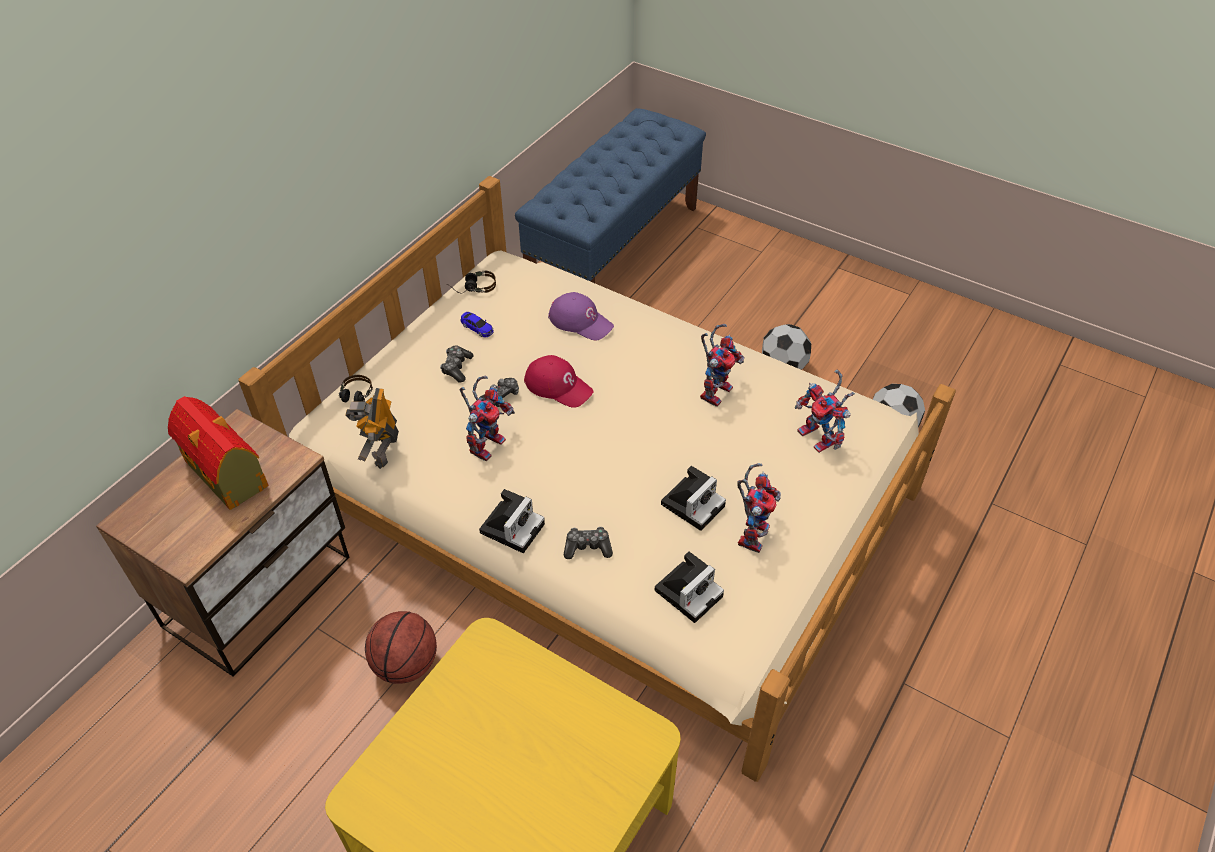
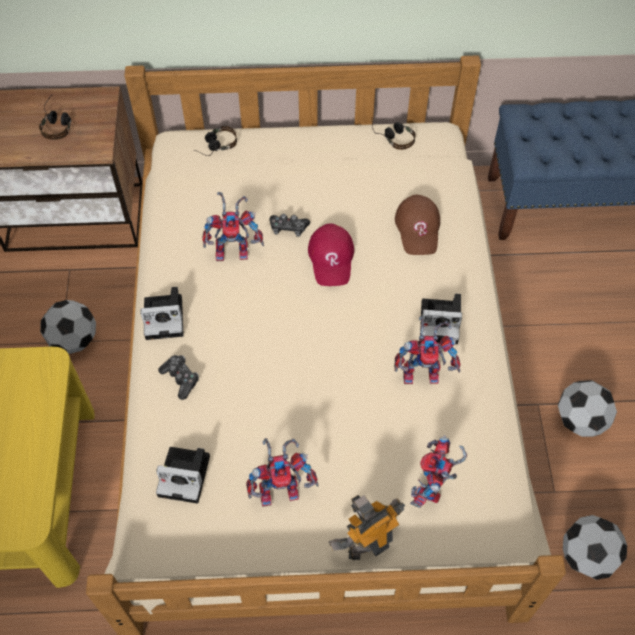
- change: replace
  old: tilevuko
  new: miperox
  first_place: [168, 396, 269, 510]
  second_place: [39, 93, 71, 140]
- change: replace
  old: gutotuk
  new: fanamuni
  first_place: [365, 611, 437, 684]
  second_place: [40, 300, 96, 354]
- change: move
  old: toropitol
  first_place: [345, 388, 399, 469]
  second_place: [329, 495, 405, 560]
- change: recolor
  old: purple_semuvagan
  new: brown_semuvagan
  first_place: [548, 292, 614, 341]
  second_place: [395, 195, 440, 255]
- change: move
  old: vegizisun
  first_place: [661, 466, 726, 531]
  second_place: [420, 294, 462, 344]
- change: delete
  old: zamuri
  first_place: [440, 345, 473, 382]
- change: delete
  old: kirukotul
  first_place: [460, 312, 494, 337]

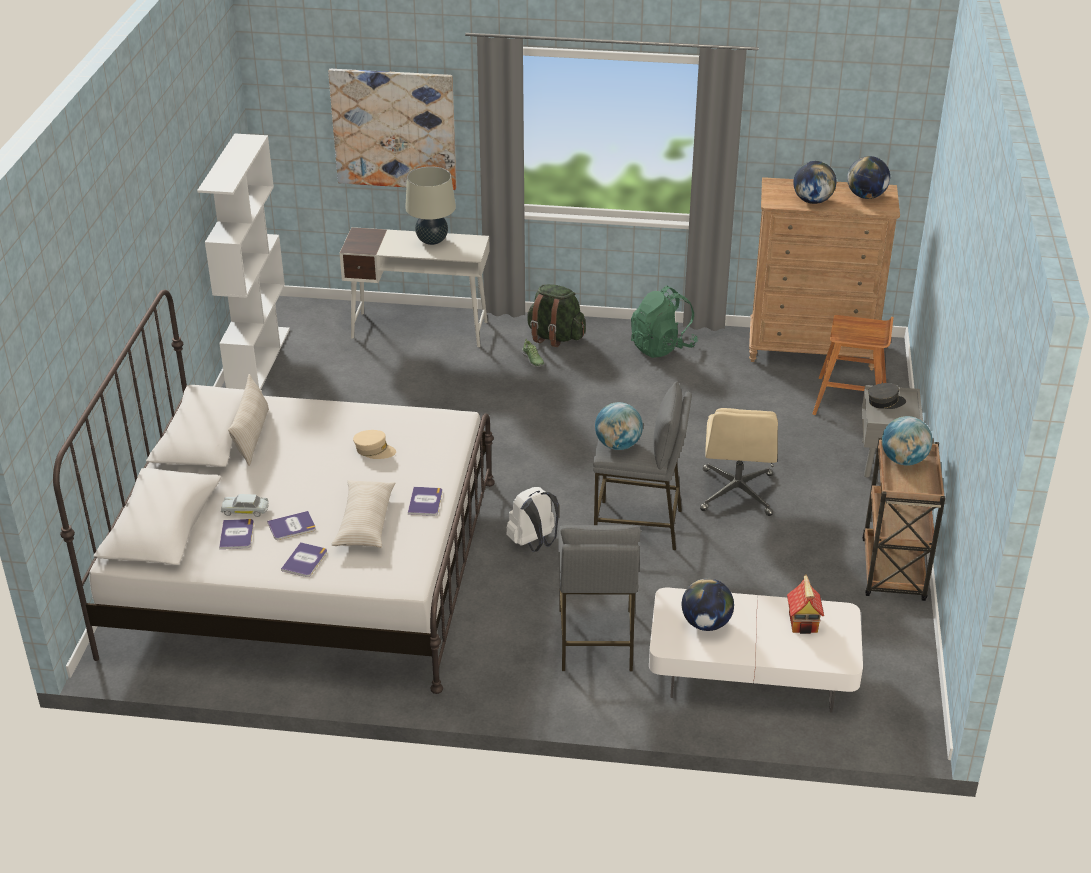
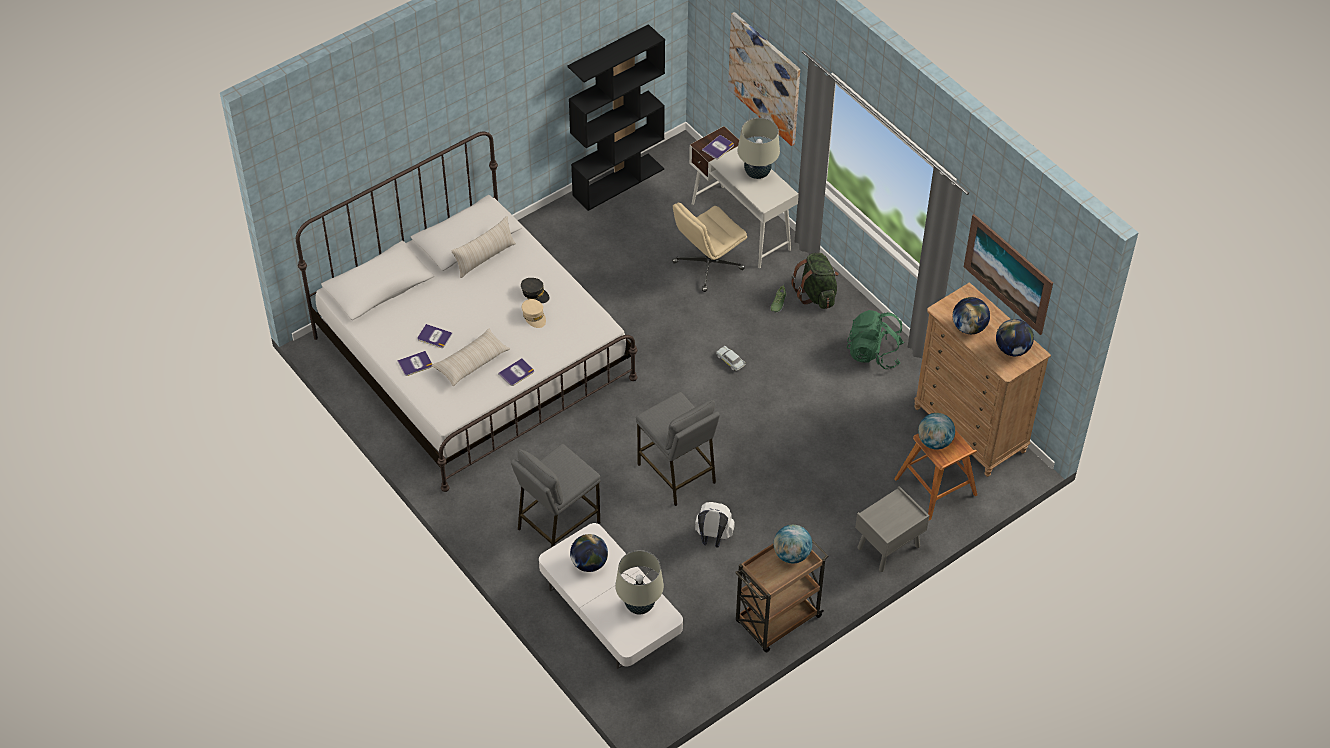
- change: move
  old: grey_semuvagan
  first_place: [868, 383, 906, 409]
  second_place: [521, 278, 550, 303]
- change: recolor
  old: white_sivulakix
  new: black_sivulakix
  first_place: [197, 134, 290, 390]
  second_place: [567, 24, 665, 211]
- change: replace
  old: tilevuko
  new: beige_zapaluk
  first_place: [787, 574, 824, 634]
  second_place: [615, 550, 664, 614]
- change: move
  old: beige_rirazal
  first_place: [700, 408, 778, 516]
  second_place: [672, 202, 747, 292]
- change: move
  old: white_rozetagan
  first_place: [506, 487, 559, 552]
  second_place: [695, 502, 735, 548]
- change: move
  old: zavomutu
  first_place: [219, 519, 254, 549]
  second_place: [702, 135, 734, 159]
- change: move
  old: white_kirukotul
  first_place: [221, 494, 269, 517]
  second_place: [716, 346, 745, 371]
- change: move
  old: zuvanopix
  first_place: [595, 402, 643, 450]
  second_place: [918, 413, 955, 449]
- change: insert
  new: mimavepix
  second_place: [964, 214, 1053, 335]

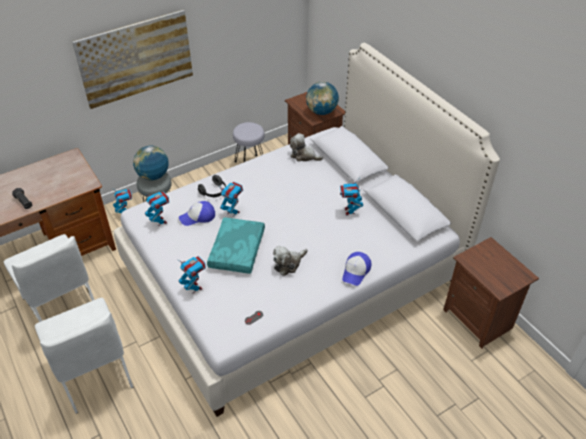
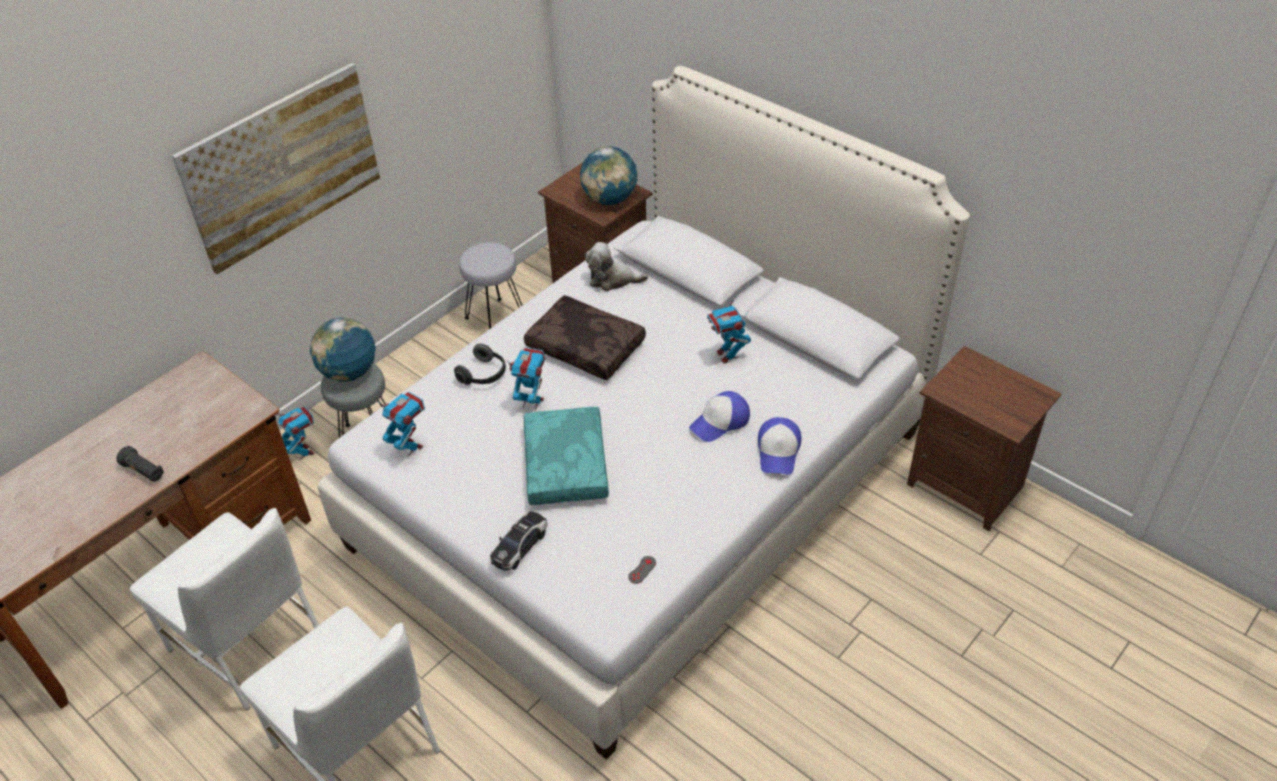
- change: replace
  old: toropitol
  new: kirukotul
  first_place: [177, 256, 206, 293]
  second_place: [490, 511, 547, 571]
- change: insert
  new: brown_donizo
  second_place: [524, 295, 646, 380]
- change: move
  old: semuvagan
  first_place: [179, 201, 215, 226]
  second_place: [689, 391, 750, 442]
- change: delete
  old: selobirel
  first_place: [273, 246, 308, 276]

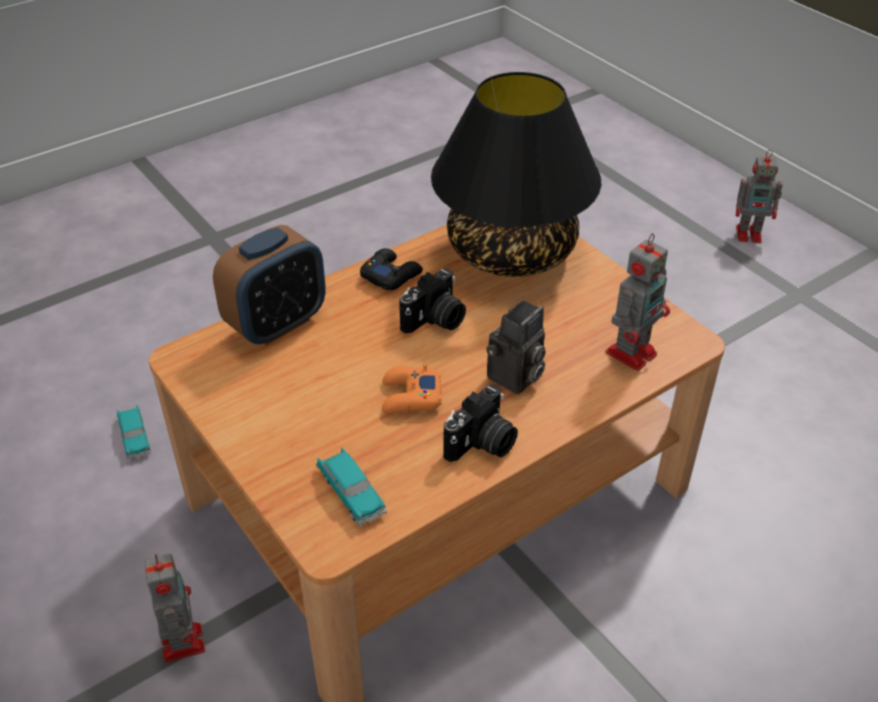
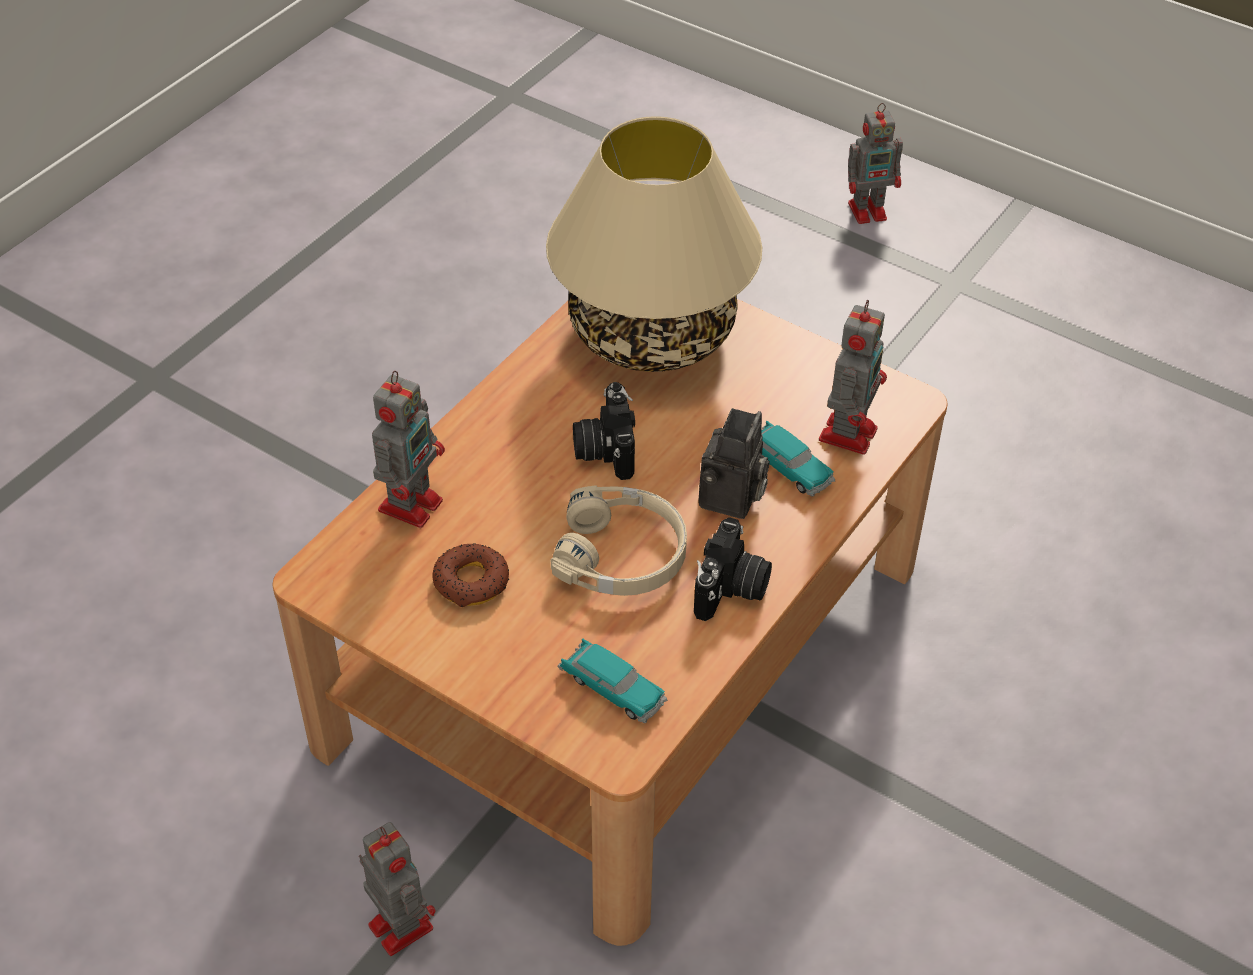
- change: replace
  old: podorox
  new: toropitol
  first_place: [213, 225, 326, 346]
  second_place: [372, 371, 445, 528]
- change: insert
  new: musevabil
  second_place: [432, 543, 509, 607]
- change: recolor
  old: black_zapaluk
  new: beige_zapaluk
  first_place: [431, 72, 601, 277]
  second_place: [546, 116, 762, 372]
- change: replace
  old: orange_zamuri
  new: beige_miperox
  first_place: [382, 363, 442, 414]
  second_place: [551, 485, 687, 596]
- change: rotate
  old: vegizisun
  first_place: [399, 268, 466, 334]
  second_place: [573, 382, 635, 480]
  degrees: 150
- change: move
  old: kirukotul
  first_place: [117, 404, 151, 460]
  second_place: [761, 421, 835, 497]
- change: delete
  old: black_zamuri
  first_place: [360, 248, 423, 290]

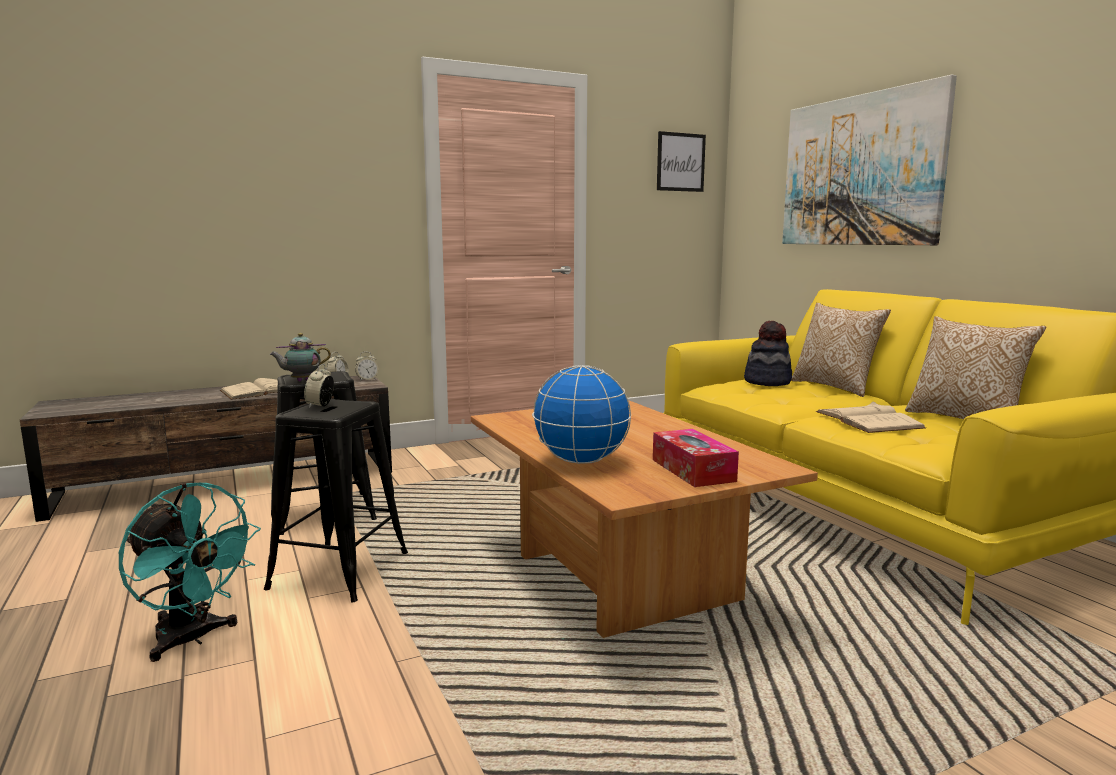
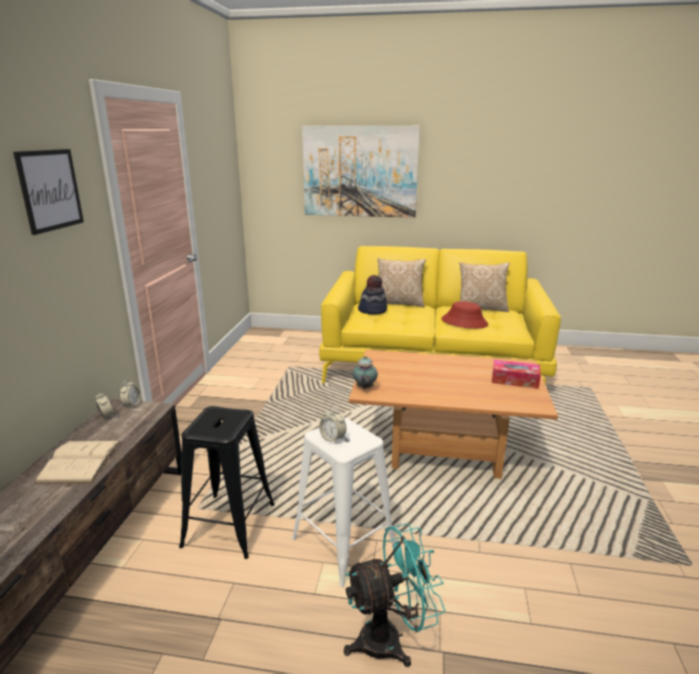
- change: move
  old: mimavepix
  first_place: [657, 131, 706, 192]
  second_place: [13, 149, 84, 235]
- change: recolor
  old: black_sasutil
  new: white_sasutil
  first_place: [264, 399, 408, 603]
  second_place: [292, 418, 395, 587]
- change: move
  old: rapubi
  first_place: [269, 333, 331, 381]
  second_place: [353, 356, 378, 389]
- change: replace
  old: beige_zavomutu
  new: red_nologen
  first_place: [816, 401, 926, 433]
  second_place: [442, 301, 488, 329]
- change: delete
  old: zuvanopix
  first_place: [532, 365, 631, 464]

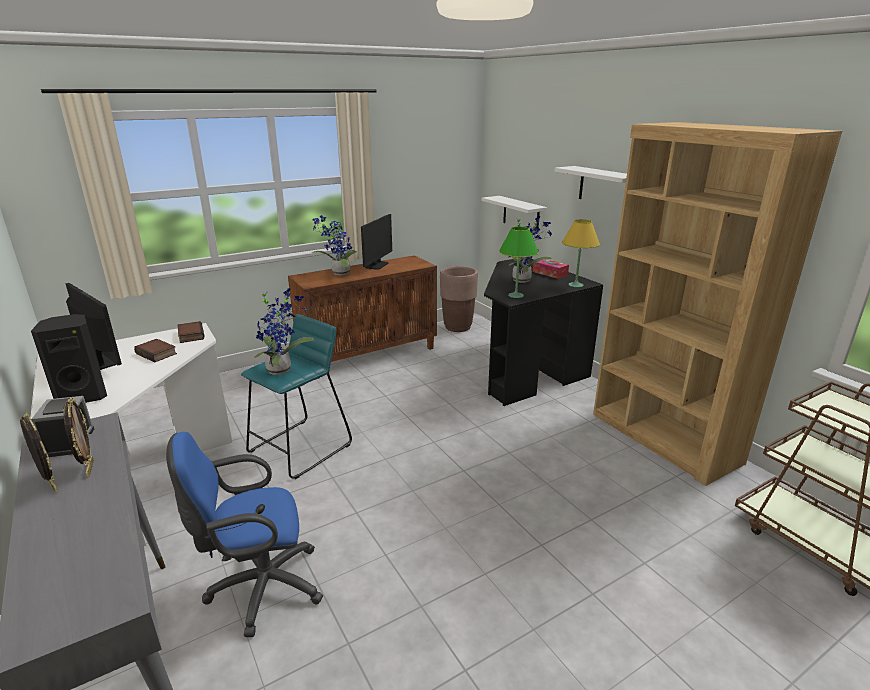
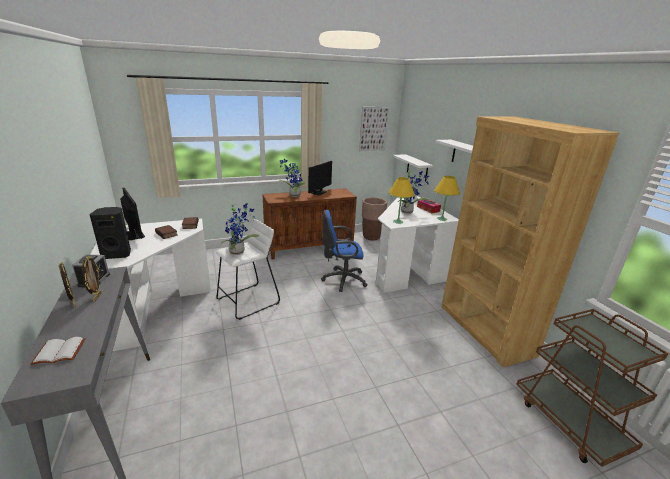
- change: insert
  new: white_zavomutu
  second_place: [30, 337, 86, 365]
- change: recolor
  old: turquoise_sasutil
  new: white_sasutil
  first_place: [241, 314, 352, 479]
  second_place: [216, 219, 280, 320]
- change: move
  old: blue_rirazal
  first_place: [166, 432, 323, 637]
  second_place: [321, 210, 368, 292]
- change: insert
  new: mimavepix
  second_place: [359, 107, 389, 151]
- change: recolor
  old: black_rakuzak
  new: white_rakuzak
  first_place: [484, 257, 603, 406]
  second_place: [376, 196, 459, 293]
- change: recolor
  old: green_zapaluk
  new: yellow_zapaluk
  first_place: [499, 227, 539, 298]
  second_place: [389, 177, 415, 224]

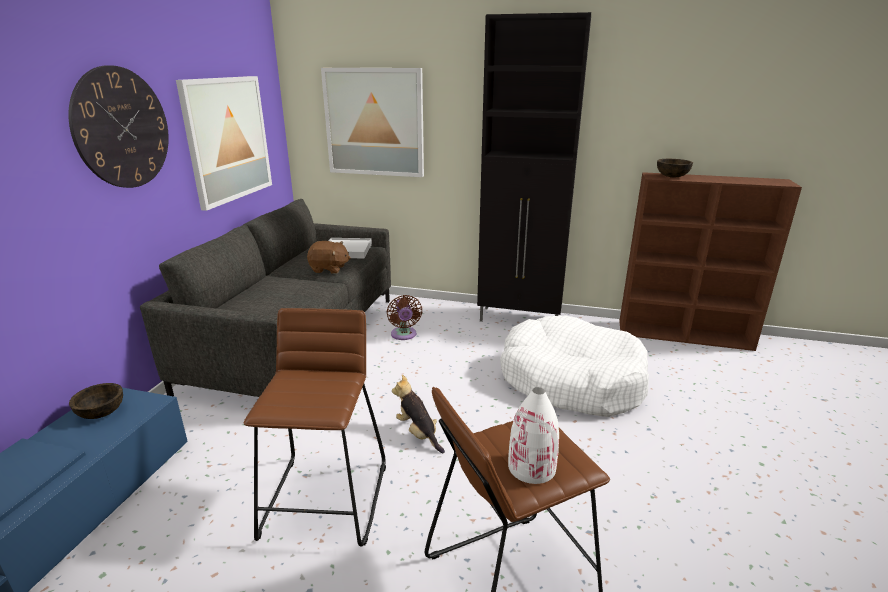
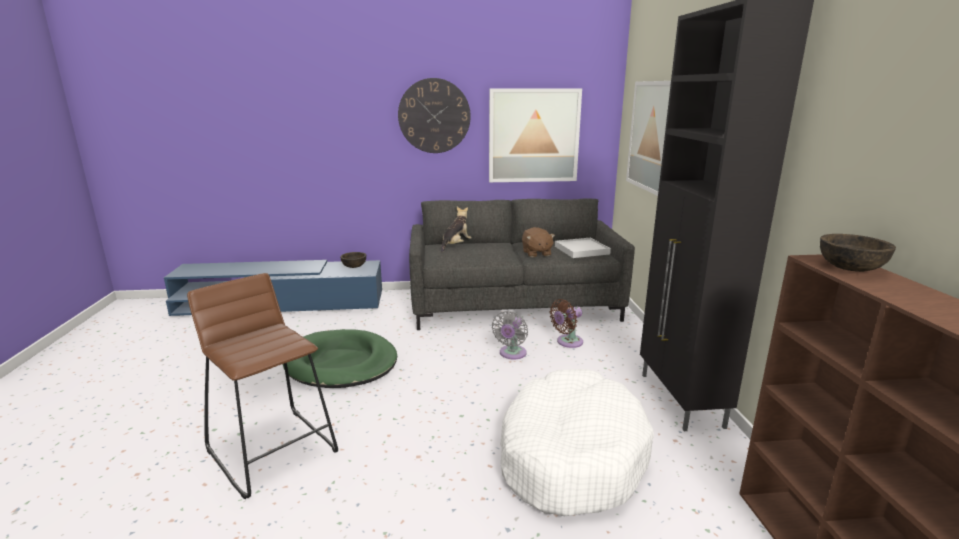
- change: replace
  old: brown_sasutil
  new: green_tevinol
  first_place: [244, 308, 386, 547]
  second_place: [283, 329, 397, 388]
- change: move
  old: selobirel
  first_place: [392, 375, 445, 453]
  second_place: [441, 207, 472, 252]
- change: insert
  new: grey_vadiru
  second_place: [492, 311, 528, 360]
- change: delete
  old: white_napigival
  first_place: [508, 387, 559, 484]

